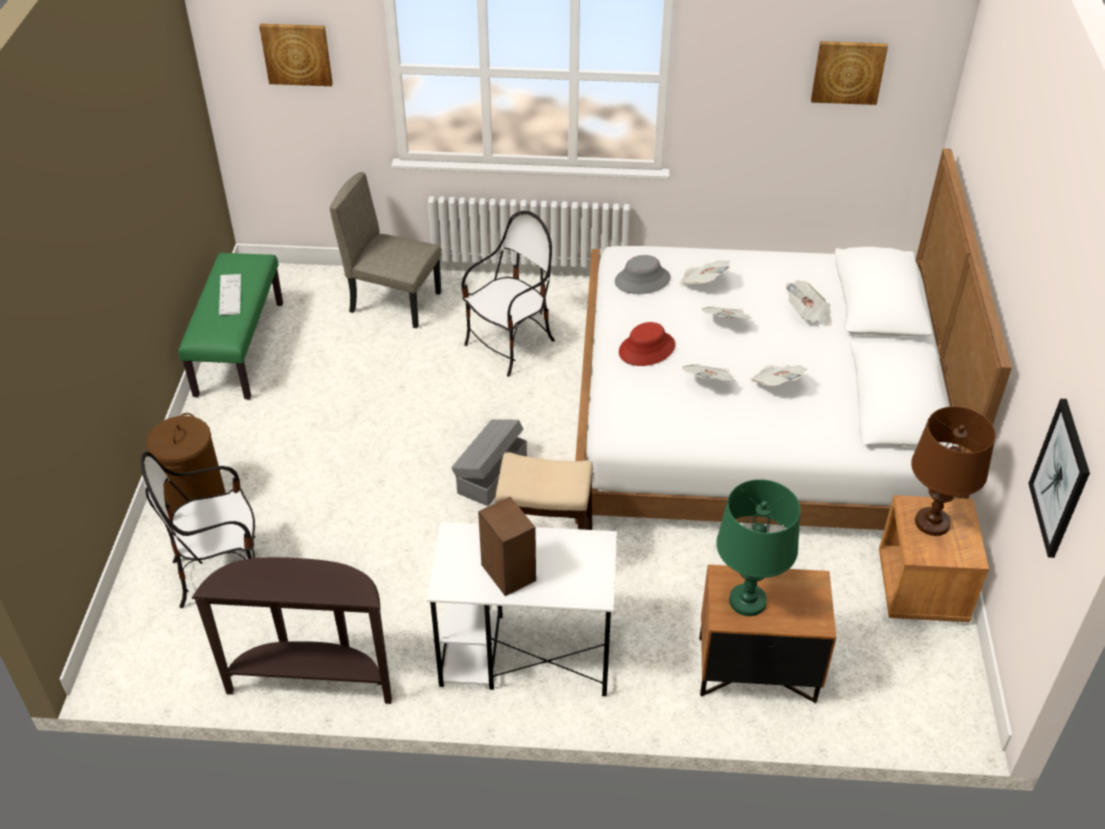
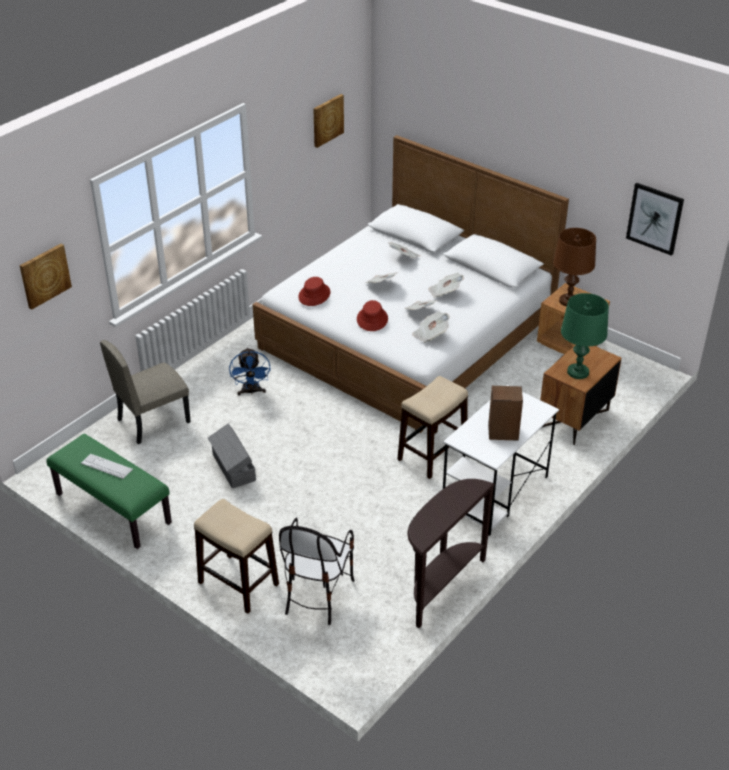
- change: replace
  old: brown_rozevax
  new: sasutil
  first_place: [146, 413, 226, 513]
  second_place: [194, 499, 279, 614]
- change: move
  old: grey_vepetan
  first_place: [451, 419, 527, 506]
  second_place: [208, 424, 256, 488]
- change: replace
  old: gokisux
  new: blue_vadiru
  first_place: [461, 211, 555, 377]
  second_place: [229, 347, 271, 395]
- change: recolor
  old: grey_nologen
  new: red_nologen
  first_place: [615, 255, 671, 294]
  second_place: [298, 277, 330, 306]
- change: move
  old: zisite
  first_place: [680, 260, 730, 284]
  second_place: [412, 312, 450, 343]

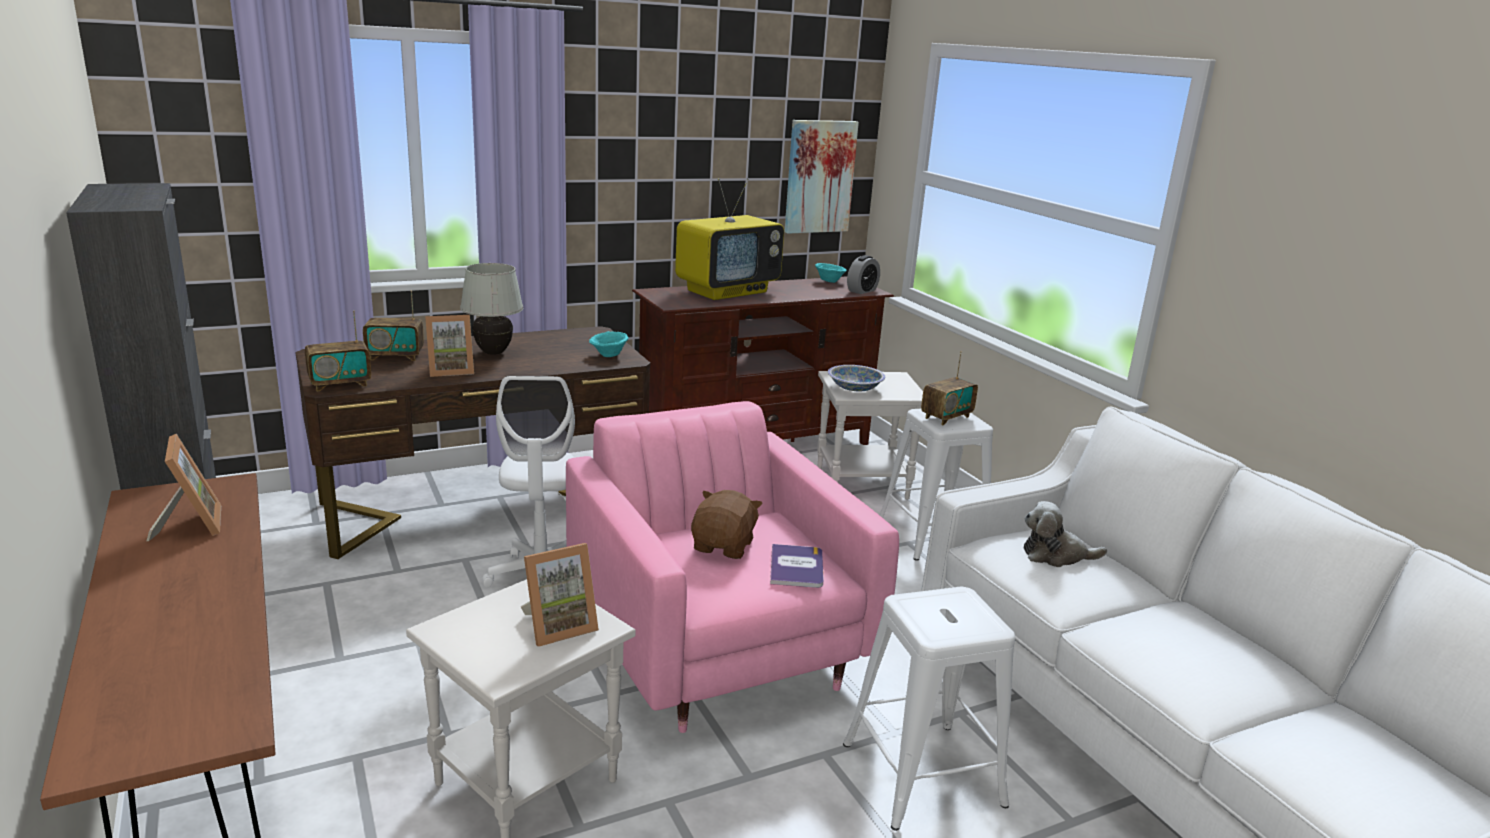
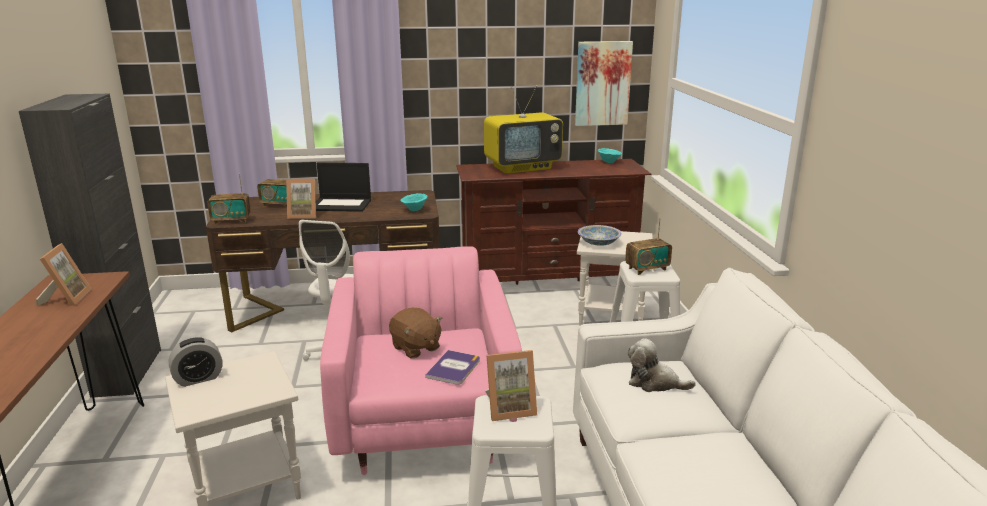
- change: move
  old: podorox
  first_place: [847, 255, 880, 294]
  second_place: [169, 337, 223, 387]
- change: replace
  old: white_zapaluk
  new: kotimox
  first_place: [460, 263, 523, 355]
  second_place: [316, 162, 371, 212]
- change: rotate
  old: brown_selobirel
  first_place: [691, 490, 763, 559]
  second_place: [389, 308, 442, 358]
  degrees: 105
- change: move
  old: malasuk
  first_place: [521, 543, 599, 647]
  second_place: [485, 350, 537, 421]

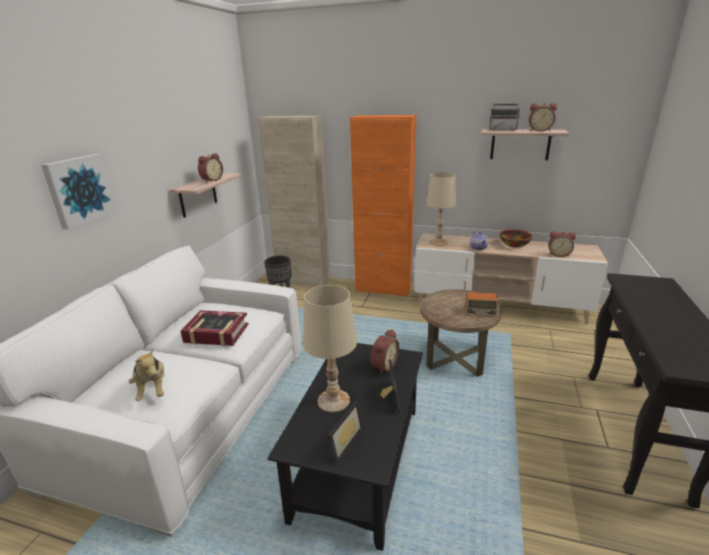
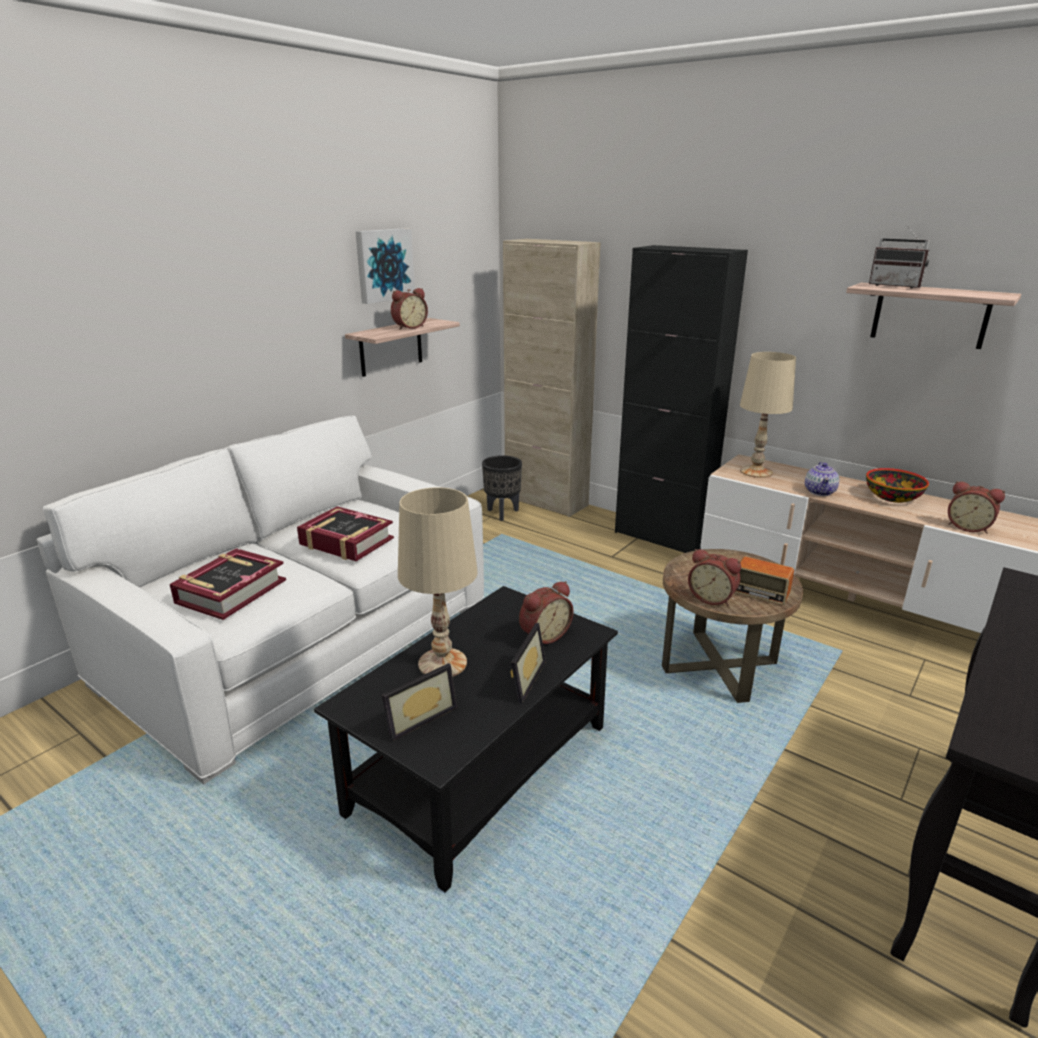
- change: replace
  old: selobirel
  new: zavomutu
  first_place: [129, 349, 164, 401]
  second_place: [170, 548, 286, 620]
- change: move
  old: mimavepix
  first_place: [41, 154, 117, 229]
  second_place: [355, 228, 415, 304]
- change: recolor
  old: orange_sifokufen
  new: black_sifokufen
  first_place: [350, 115, 416, 297]
  second_place: [615, 245, 748, 553]
- change: move
  old: podorox
  first_place: [528, 103, 557, 132]
  second_place: [688, 549, 741, 606]

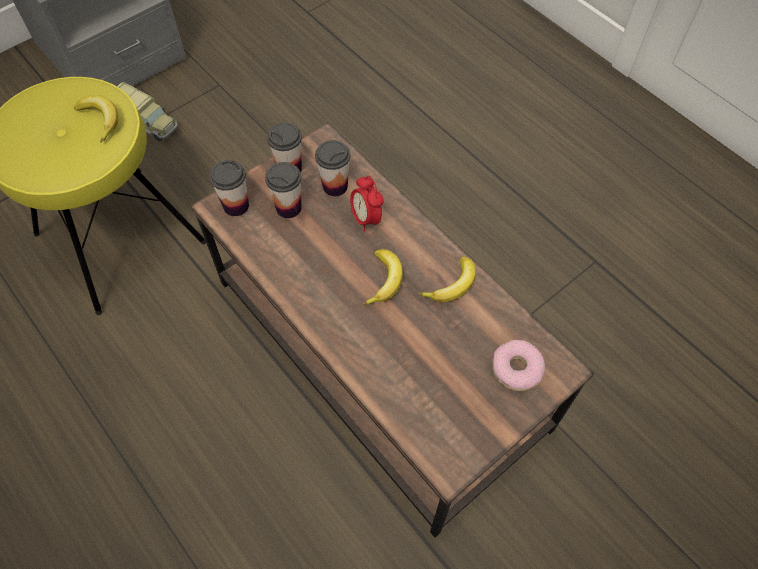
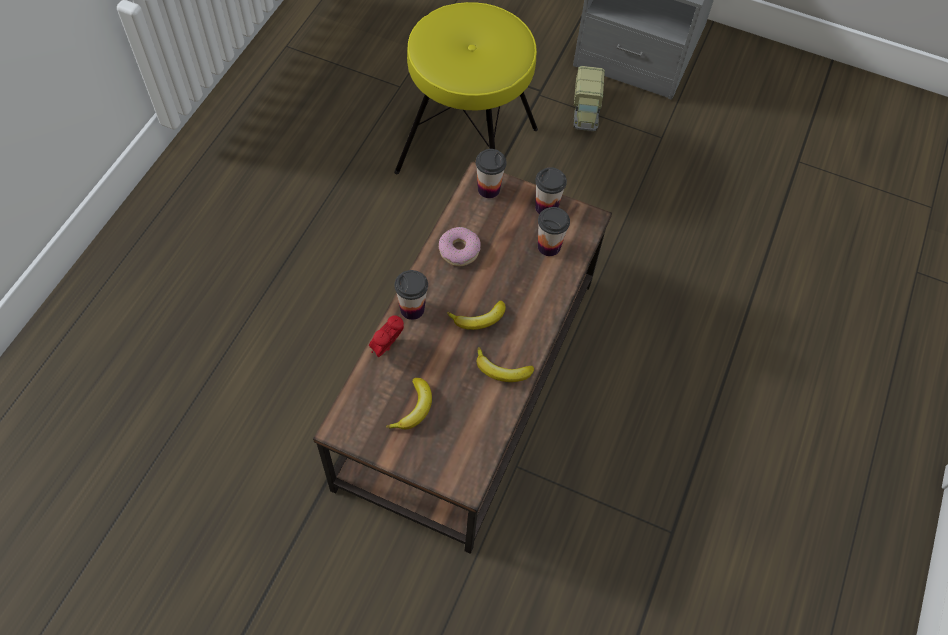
- change: move
  old: podorox
  first_place: [350, 176, 384, 232]
  second_place: [369, 315, 404, 357]
- change: move
  old: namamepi
  first_place: [74, 95, 118, 143]
  second_place: [386, 378, 432, 429]
- change: move
  old: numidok
  first_place: [265, 162, 302, 218]
  second_place: [395, 270, 428, 320]
- change: move
  old: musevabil
  first_place: [492, 340, 545, 391]
  second_place: [439, 227, 480, 266]

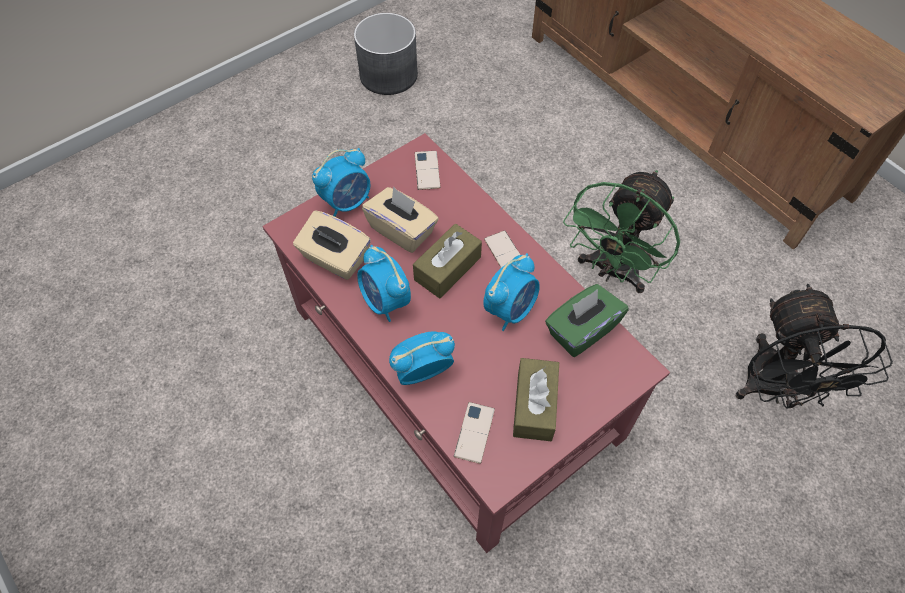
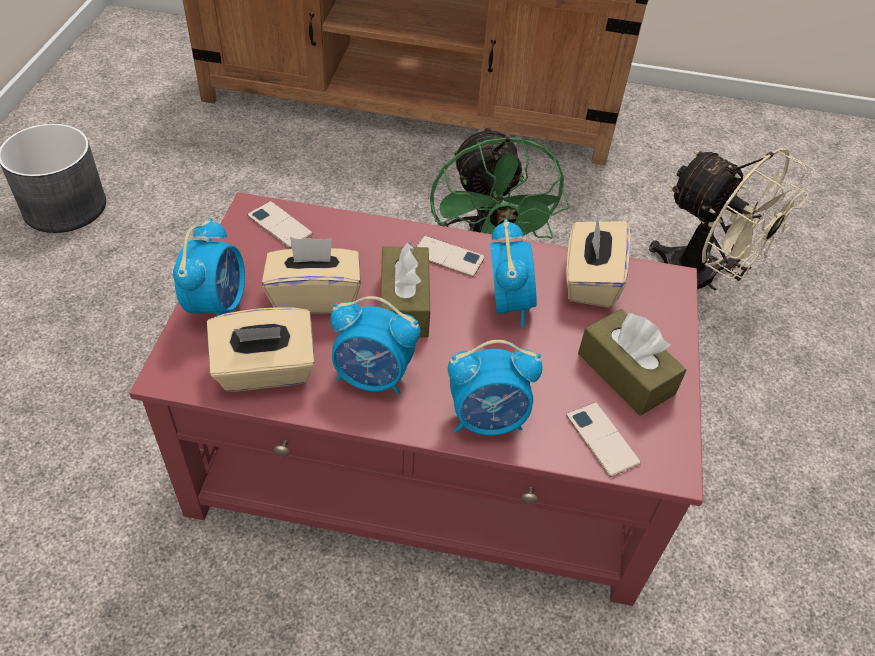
- change: rotate
  old: podorox
  first_place: [389, 331, 455, 385]
  second_place: [448, 340, 543, 436]
  degrees: -120
- change: recolor
  old: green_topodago
  new: beige_topodago
  first_place: [545, 284, 629, 357]
  second_place: [566, 215, 630, 308]
- change: recolor
  old: black_vadiru
  new: beige_vadiru
  first_place: [736, 284, 893, 409]
  second_place: [649, 148, 816, 290]

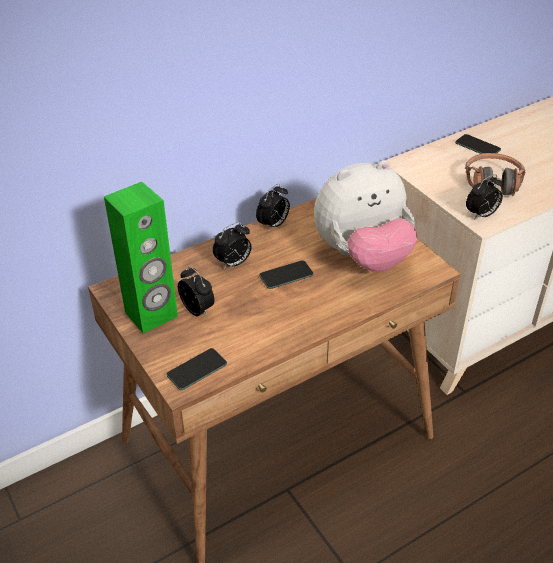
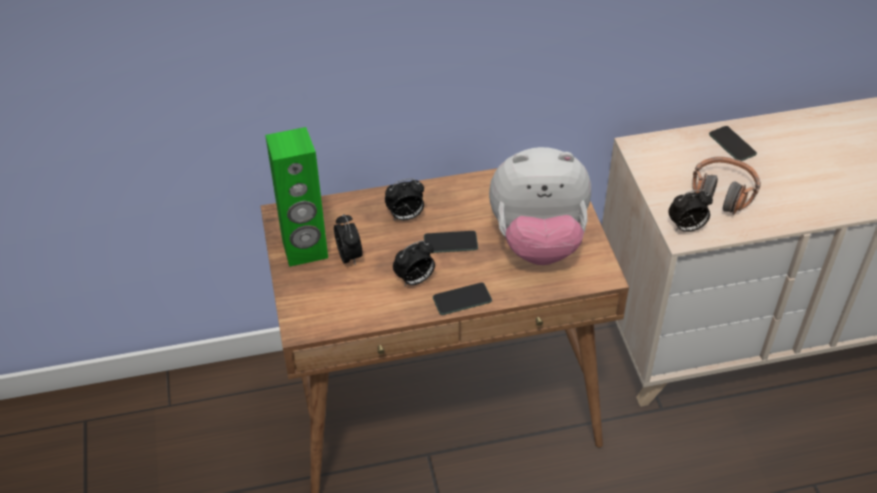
- change: move
  old: podorox
  first_place: [256, 184, 290, 232]
  second_place: [393, 240, 435, 287]
- change: move
  old: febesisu
  first_place: [166, 348, 227, 390]
  second_place: [433, 283, 492, 315]

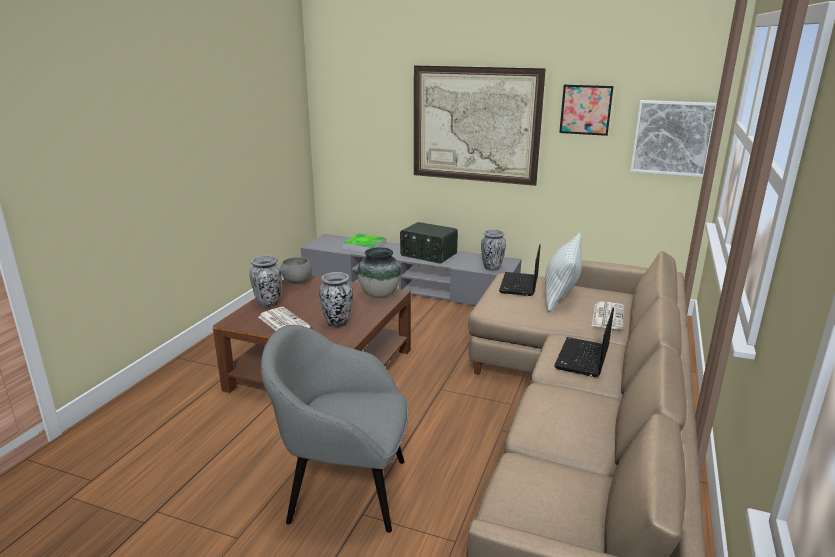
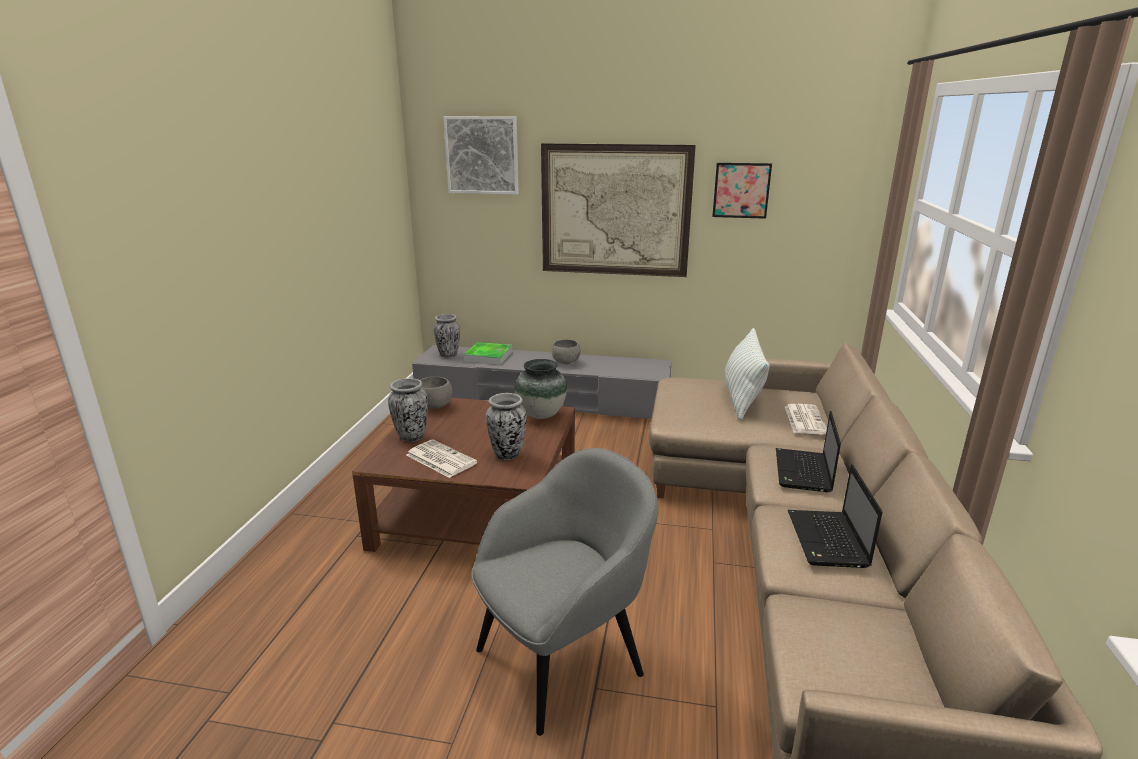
- change: move
  old: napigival
  first_place: [481, 230, 506, 271]
  second_place: [433, 314, 460, 357]
- change: move
  old: mimavepix
  first_place: [630, 100, 717, 177]
  second_place: [443, 116, 519, 195]
- change: rotate
  old: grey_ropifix
  first_place: [261, 325, 408, 533]
  second_place: [471, 448, 658, 736]
  degrees: 150
- change: replace
  old: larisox
  new: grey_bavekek
  first_place: [400, 222, 458, 264]
  second_place: [552, 339, 581, 364]
- change: move
  old: kotimox
  first_place: [499, 244, 541, 296]
  second_place: [788, 464, 882, 568]

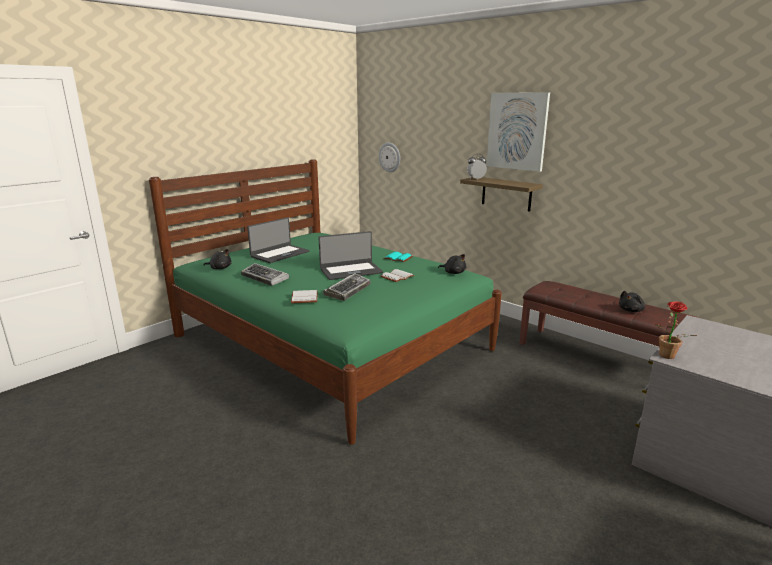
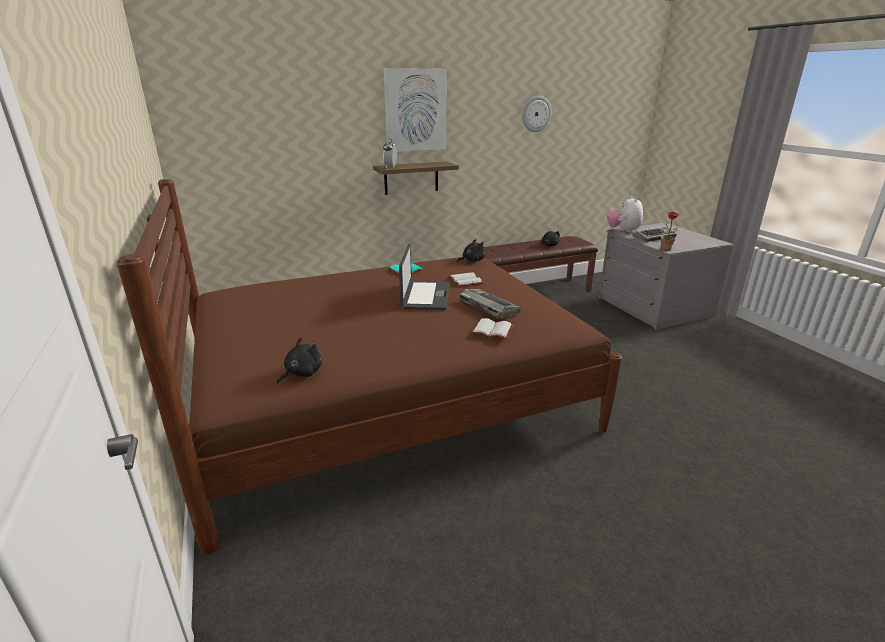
- change: recolor
  old: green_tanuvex
  new: brown_tanuvex
  first_place: [149, 159, 502, 445]
  second_place: [117, 179, 622, 555]
- change: move
  old: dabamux
  first_place: [379, 143, 400, 172]
  second_place: [522, 96, 551, 132]
- change: insert
  new: selobirel
  second_place: [607, 196, 643, 233]
- change: move
  old: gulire
  first_place: [241, 263, 289, 286]
  second_place: [632, 227, 677, 242]
- change: delete
  old: kotimox
  first_place: [247, 217, 309, 263]

